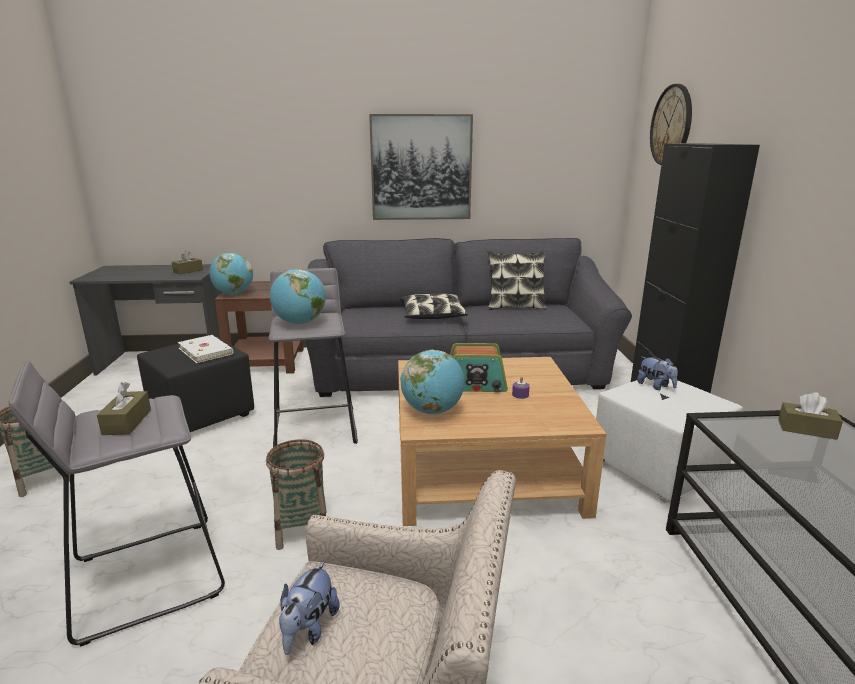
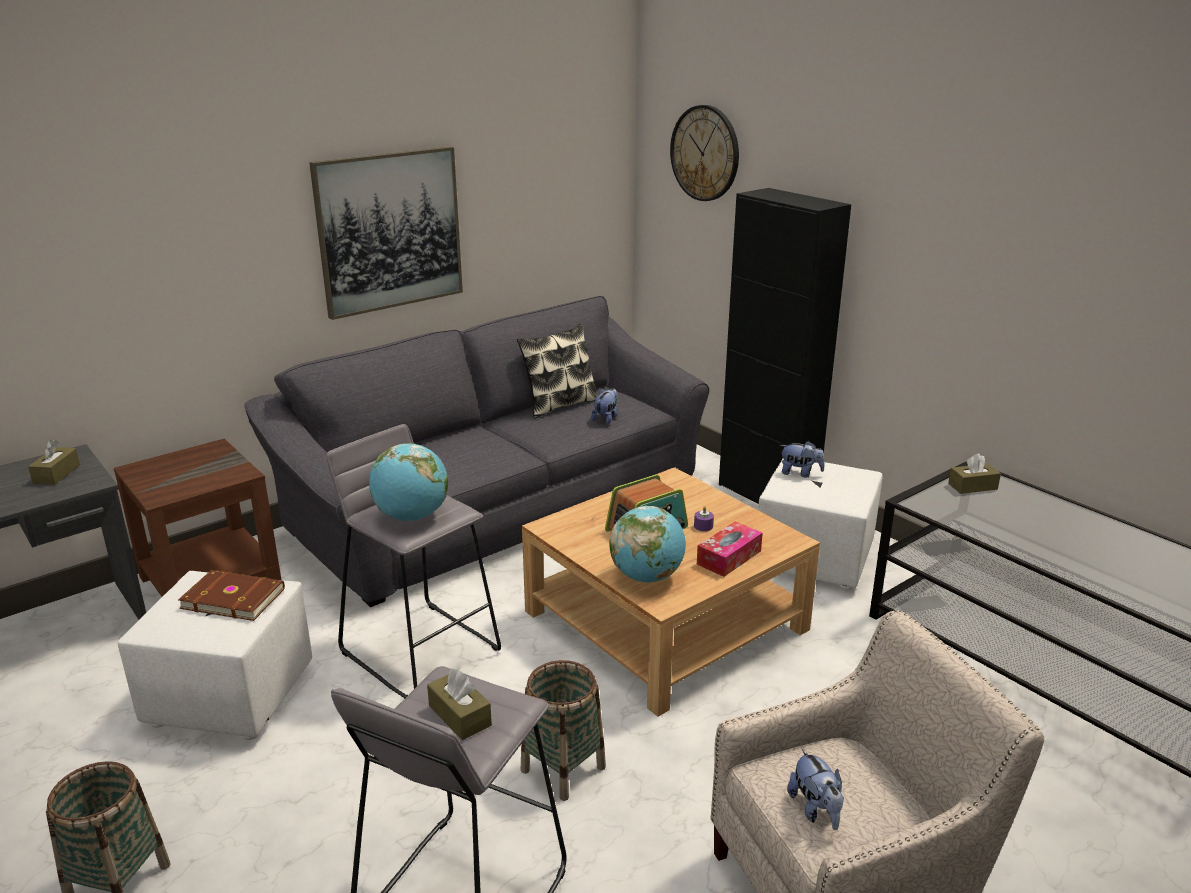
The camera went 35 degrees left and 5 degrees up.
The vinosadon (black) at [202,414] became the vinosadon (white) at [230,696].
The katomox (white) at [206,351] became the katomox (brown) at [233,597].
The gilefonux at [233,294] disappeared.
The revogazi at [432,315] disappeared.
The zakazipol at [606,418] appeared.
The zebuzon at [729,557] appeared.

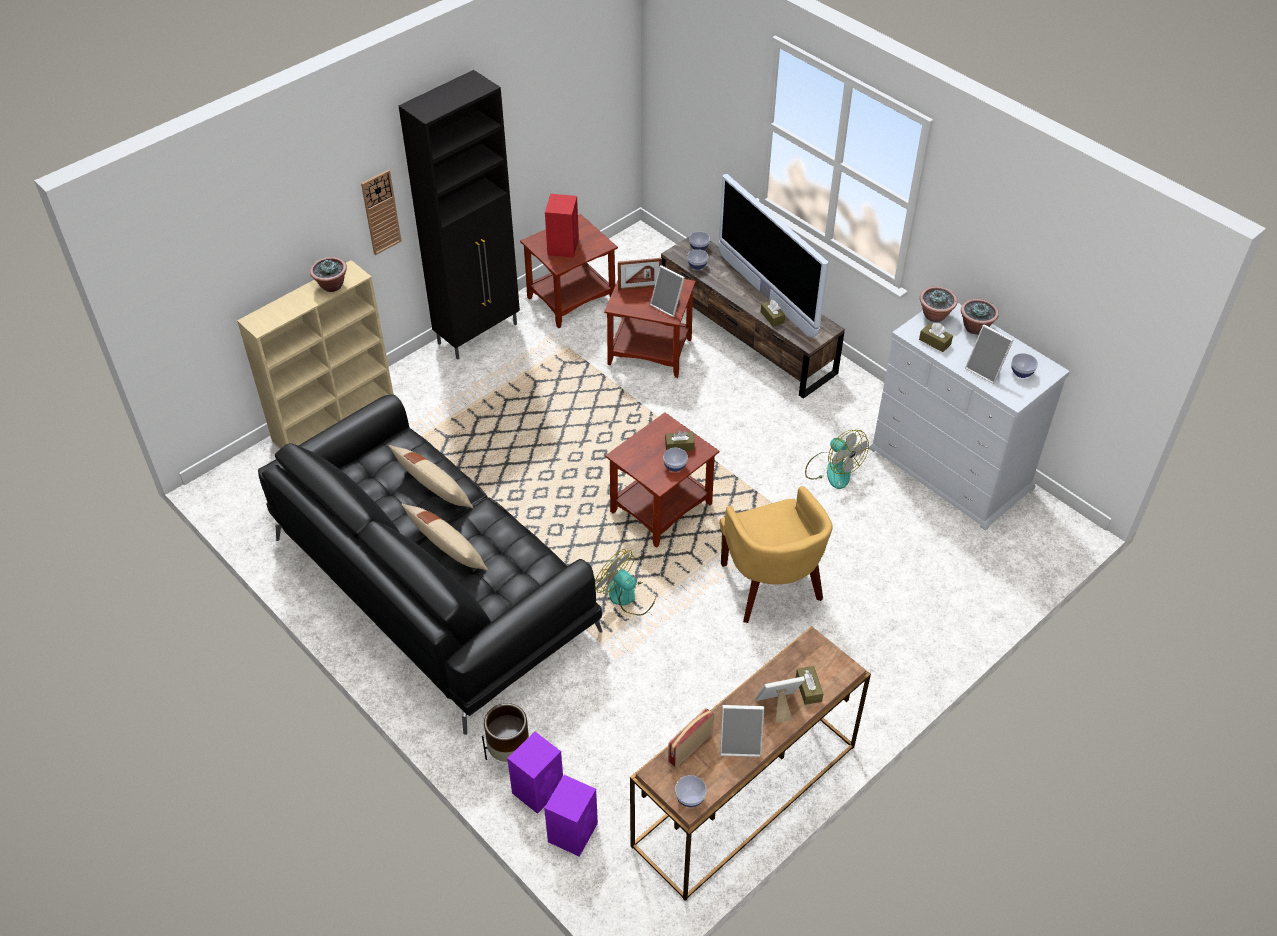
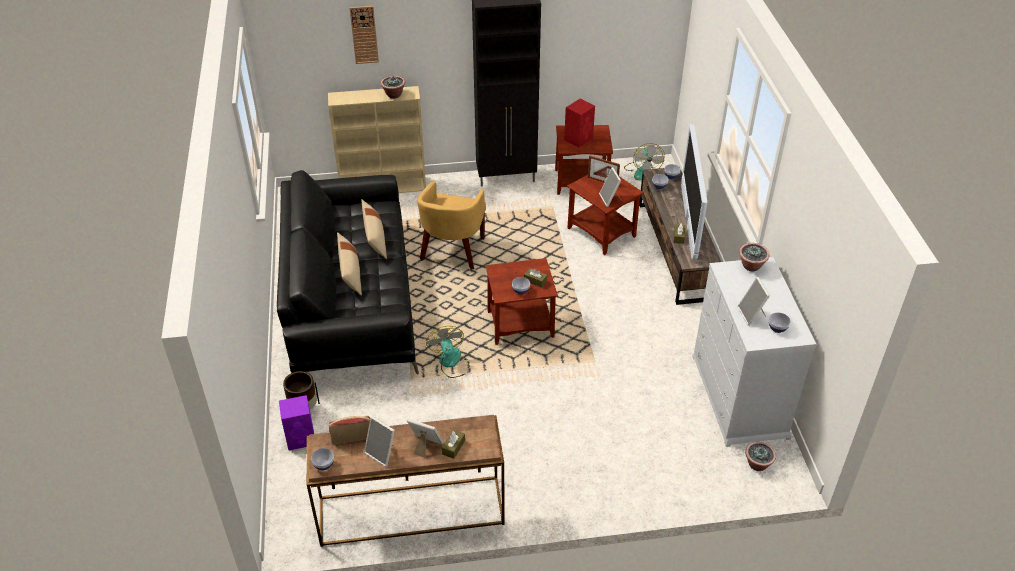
The camera went 35 degrees right and 5 degrees down.
The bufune moved from [381,212] to [364,34].
The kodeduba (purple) at [573,831] disappeared.
The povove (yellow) moved from [771,586] to [452,251].
The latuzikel moved from [833,470] to [642,171].
The zebuzon (brown) at [934,342] disappeared.
The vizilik moved from [975,328] to [757,464].

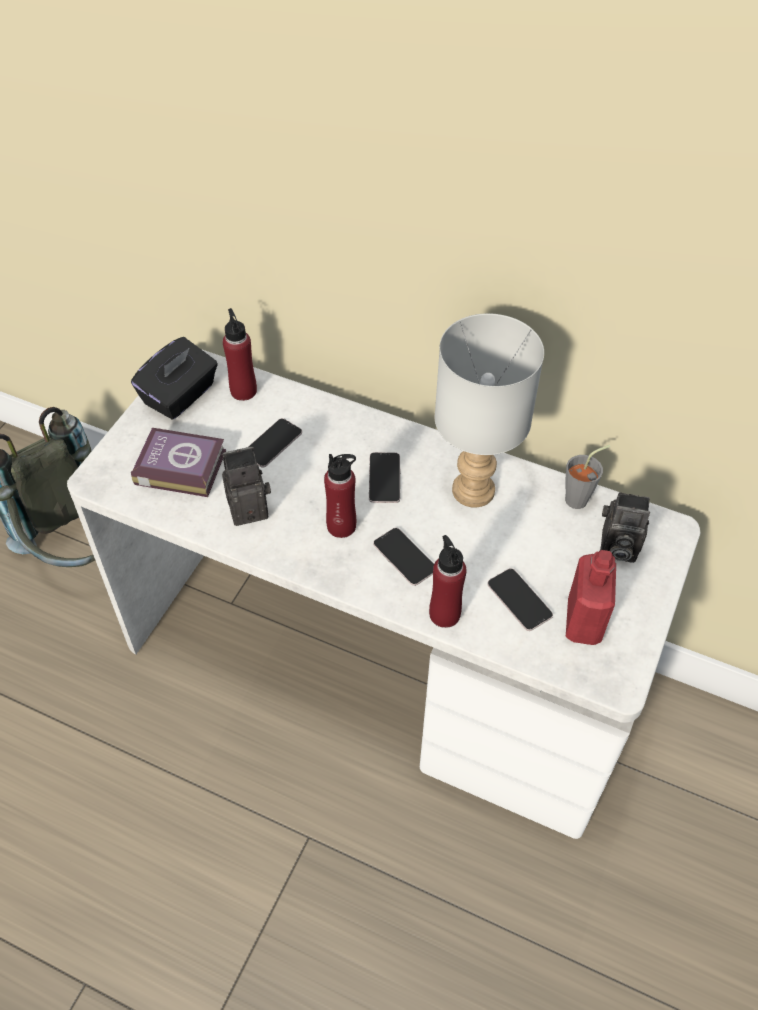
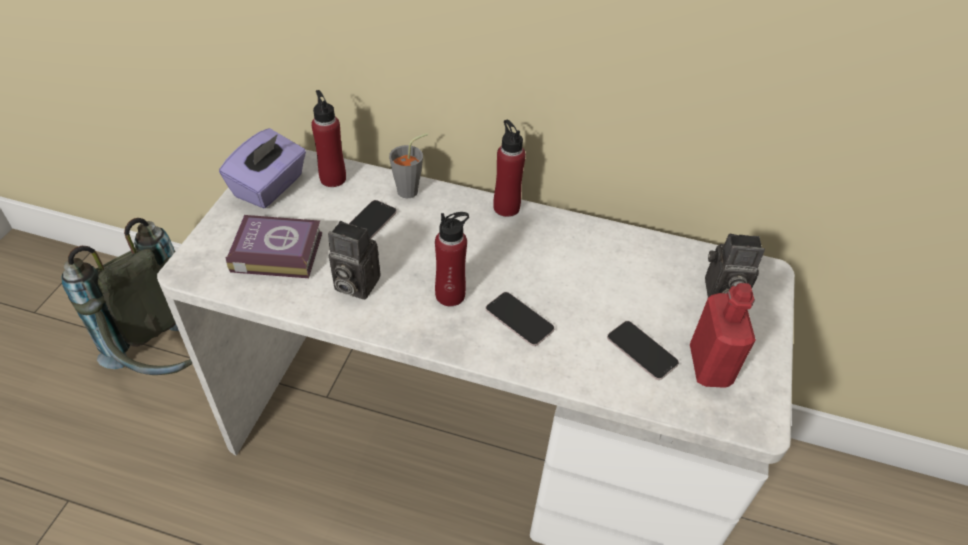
The camera went 10 degrees left and 5 degrees down.
The zebuzon (black) at [180,396] became the zebuzon (purple) at [269,187].
The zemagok at [250,507] turned 135 degrees counterclockwise.
The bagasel at [384,478] disappeared.
The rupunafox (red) moved from [444,614] to [506,207].
The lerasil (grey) at [472,489] disappeared.
The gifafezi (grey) moved from [581,498] to [412,190].

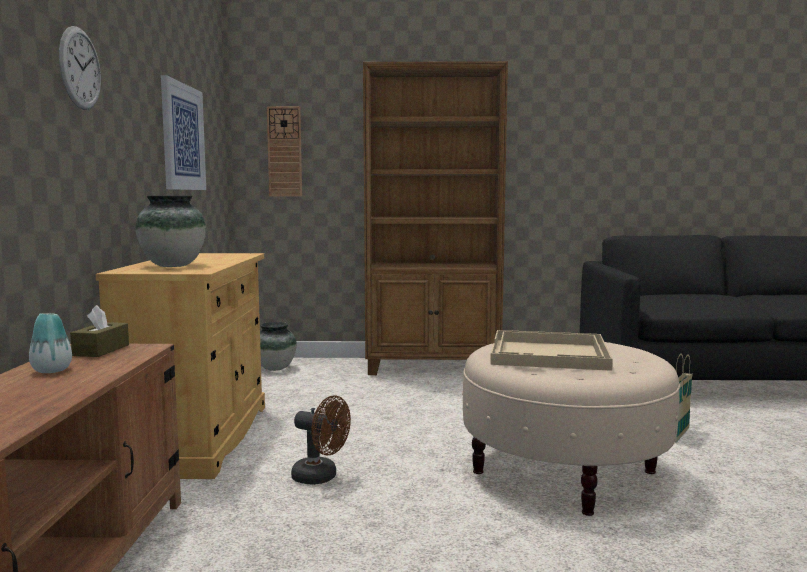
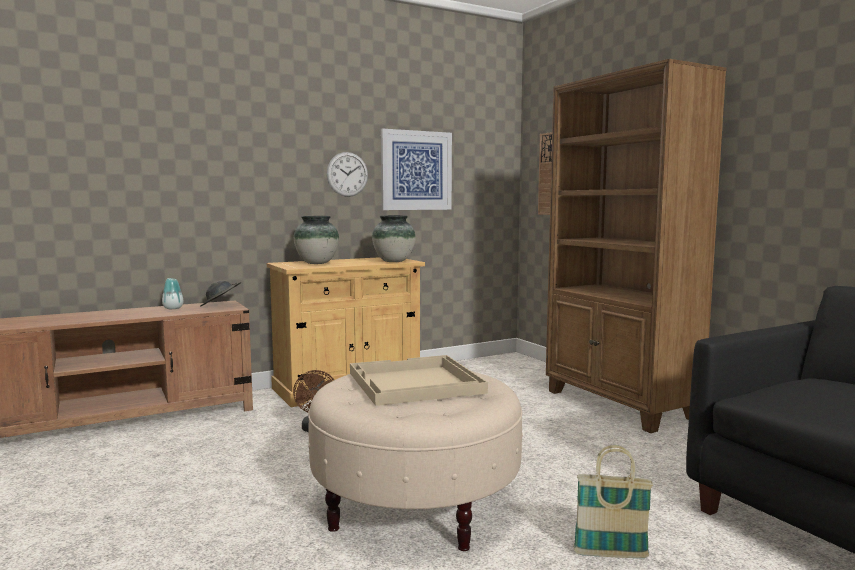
The camera went 60 degrees right and 0 degrees up.
The bufune moved from [80,68] to [347,174].
The zebuzon (brown) at [101,350] was replaced by the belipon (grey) at [221,305].
The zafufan moved from [275,368] to [394,261].

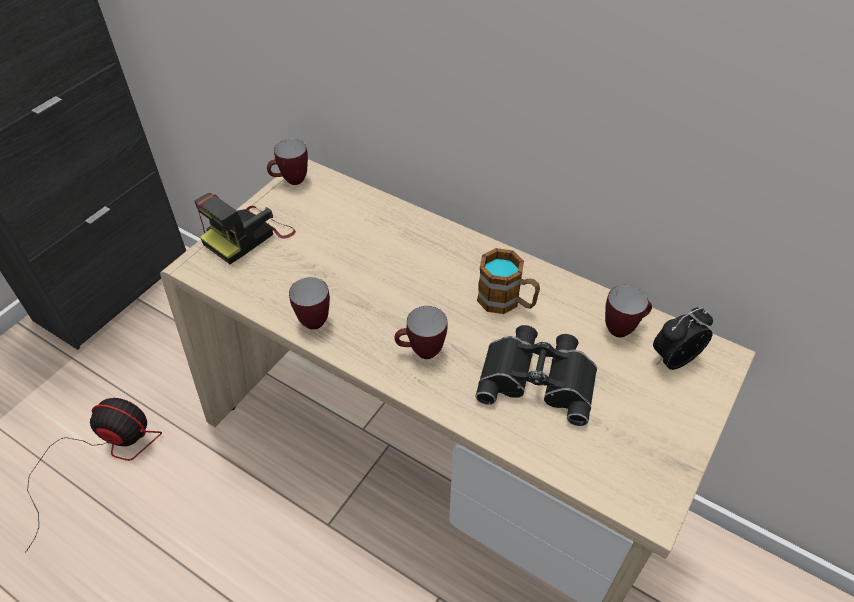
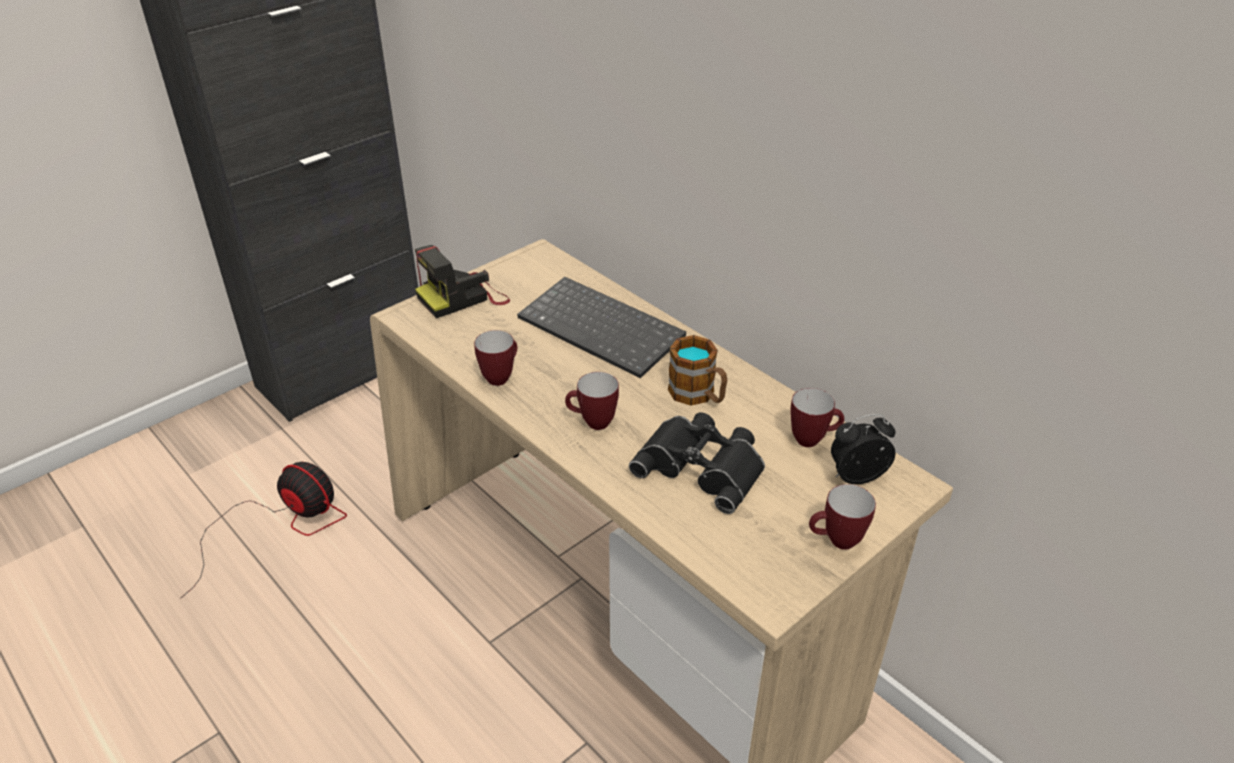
The camera went 15 degrees right and 10 degrees down.
The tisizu moved from [291,181] to [836,542].
The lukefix at [604,329] appeared.

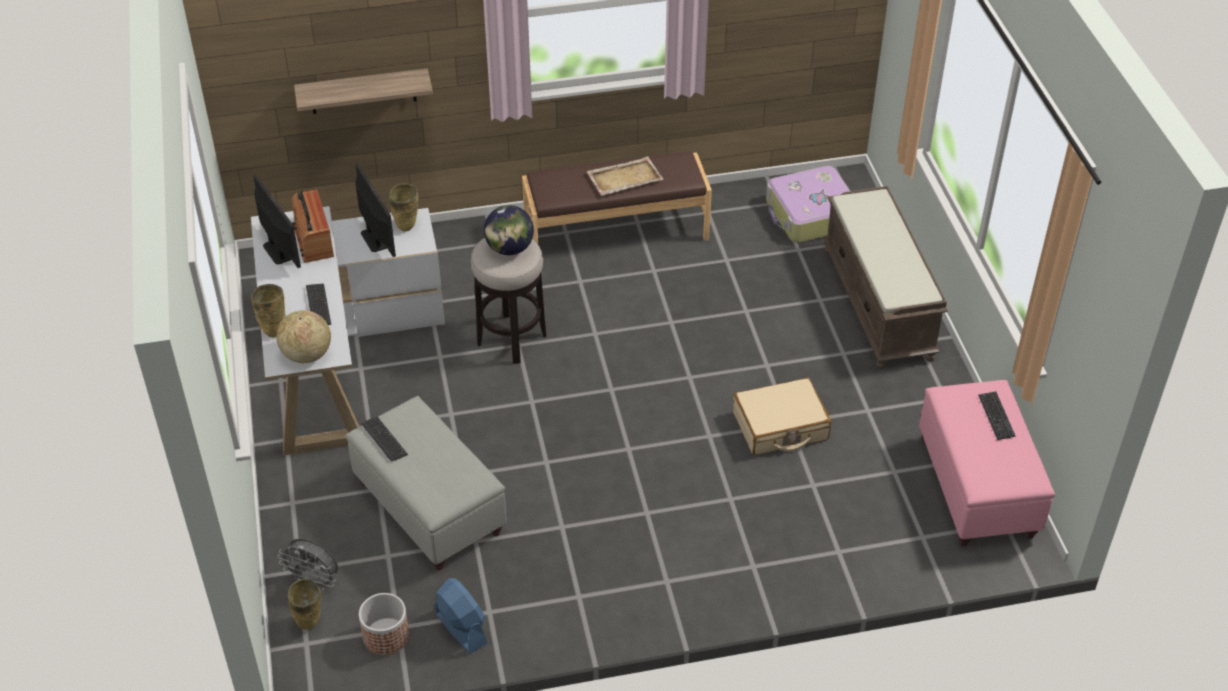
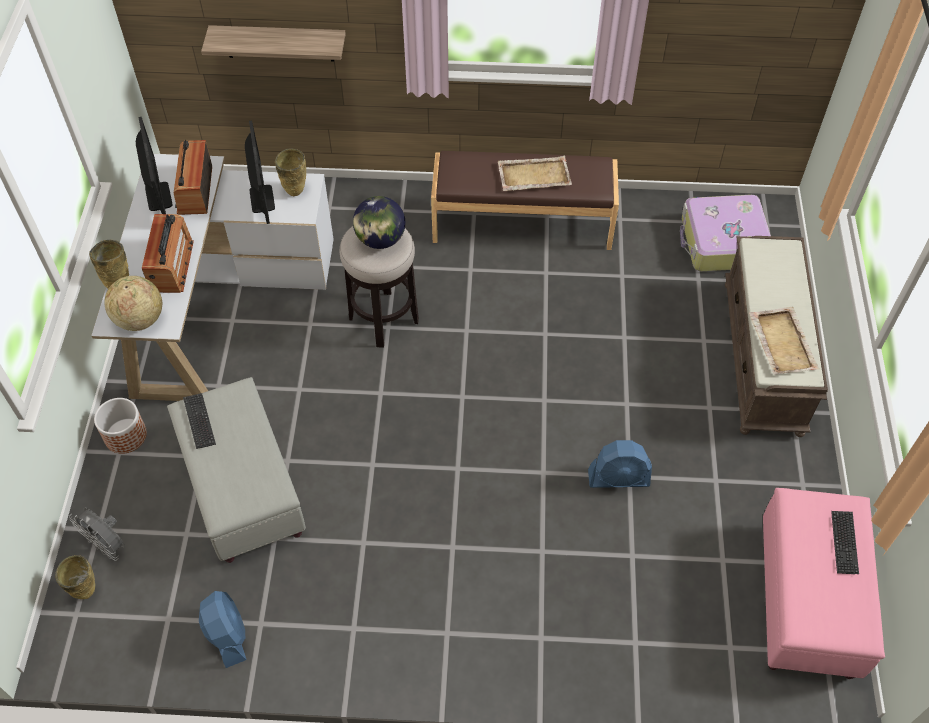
The camera went 15 degrees right and 10 degrees up.
The lukefix at [318,306] was replaced by the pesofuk at [172,266].
The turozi moved from [386,637] to [125,436].
The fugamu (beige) at [780,426] was replaced by the latuzikel (blue) at [619,478].
The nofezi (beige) at [782,342] appeared.

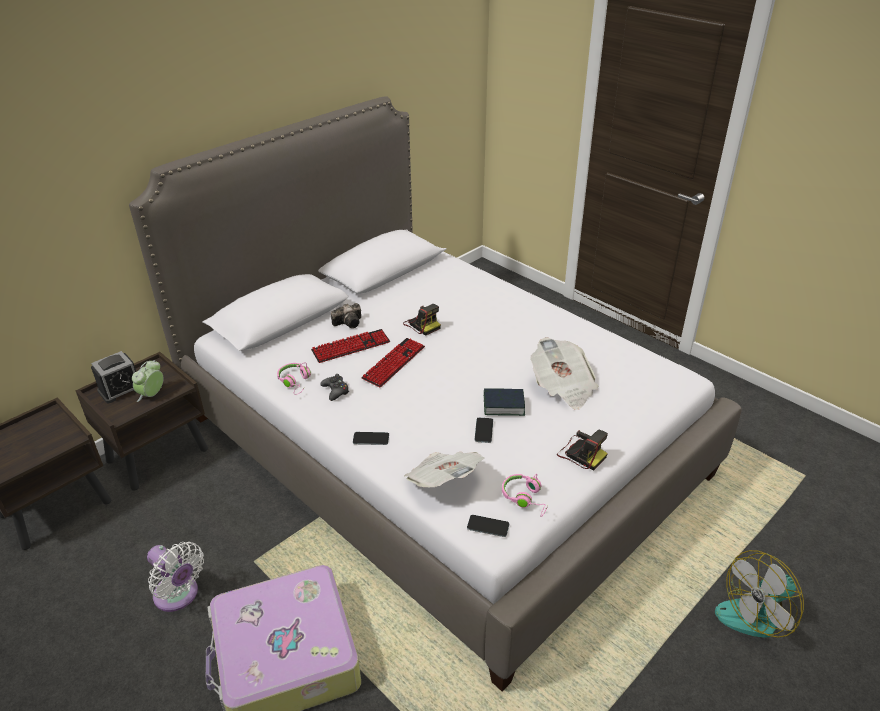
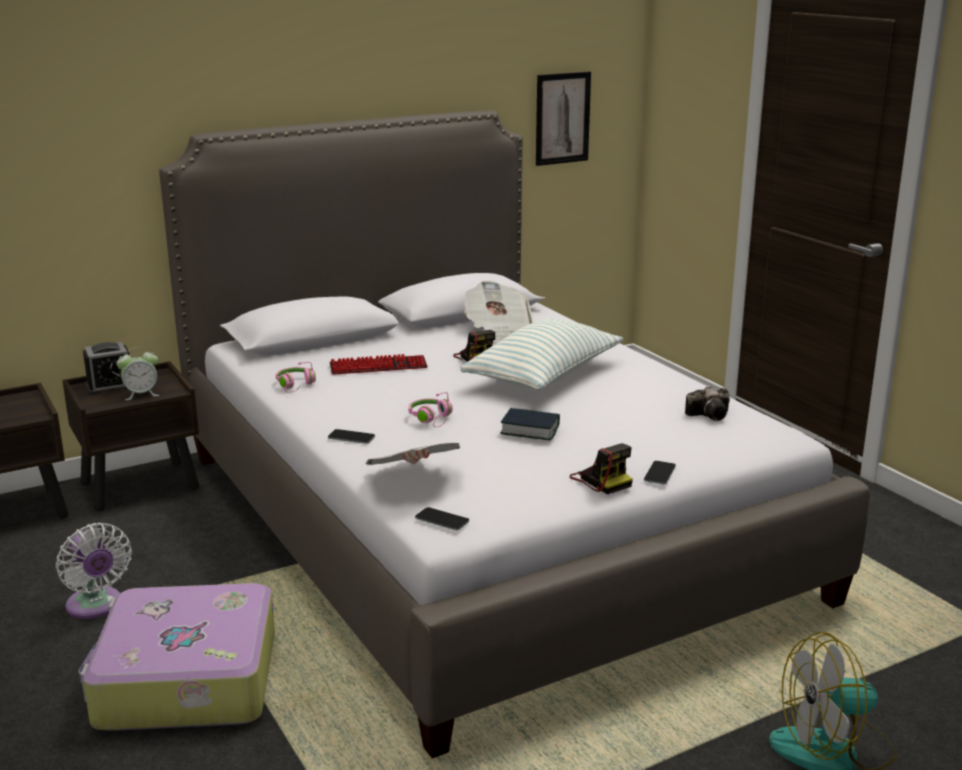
The camera went 15 degrees right and 15 degrees down.
The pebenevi at [152,395] turned 150 degrees counterclockwise.
The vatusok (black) at [335,391] disappeared.
The zemagok moved from [350,322] to [711,415].
The lukefix at [394,363] disappeared.
The bagasel moved from [483,430] to [659,473].
The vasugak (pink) moved from [525,498] to [432,419].
The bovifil moved from [563,387] to [498,331].
The revogazi at [543,376] appeared.
The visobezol at [562,118] appeared.

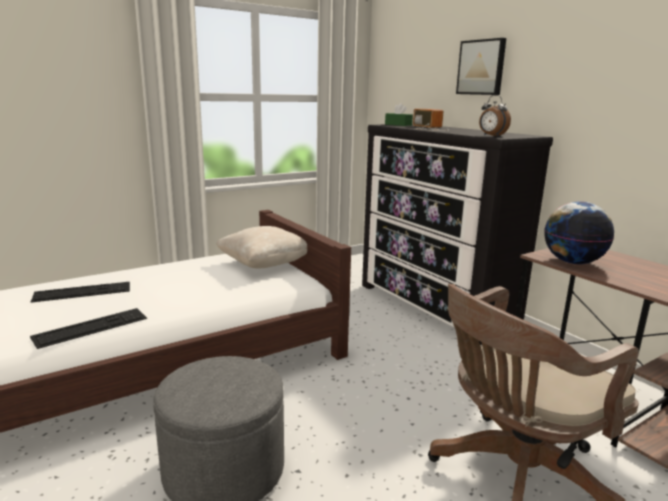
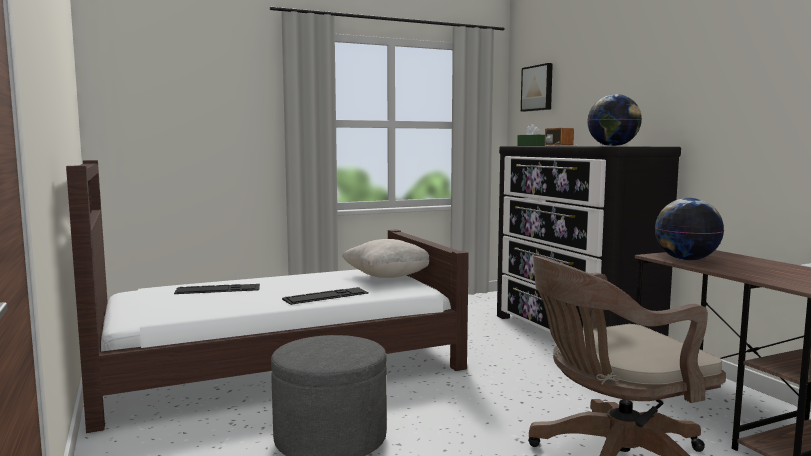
The camera went 10 degrees right and 10 degrees down.
The lukefix moved from [91,327] to [326,296].
The visobezol moved from [481,67] to [538,88].
The pebenevi at [491,136] was replaced by the gilefonux at [613,146].

